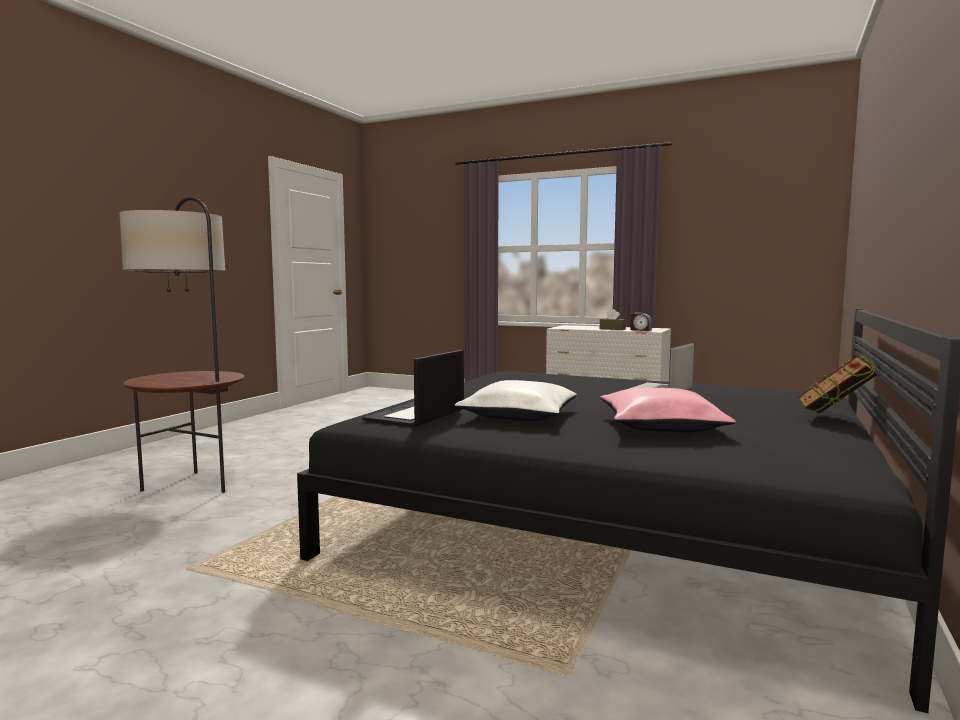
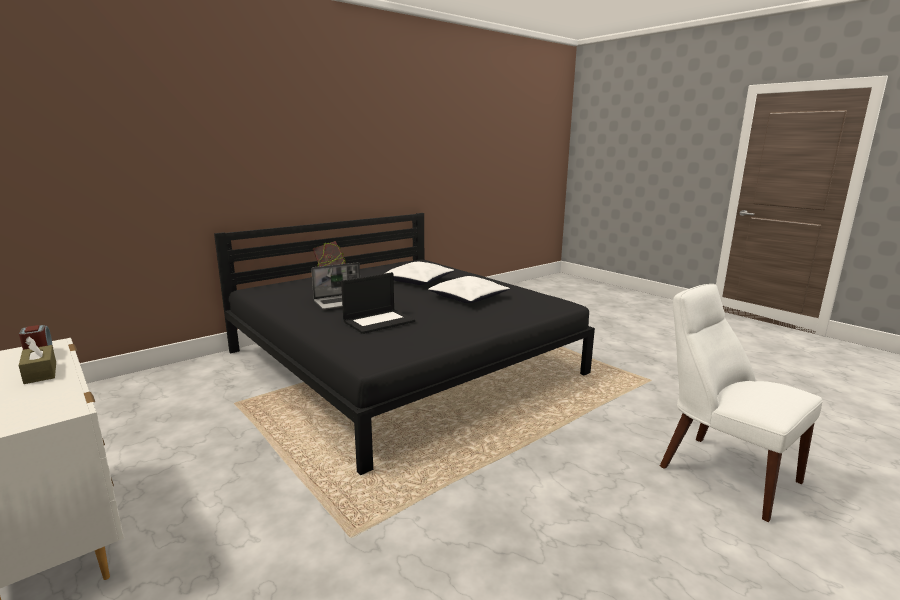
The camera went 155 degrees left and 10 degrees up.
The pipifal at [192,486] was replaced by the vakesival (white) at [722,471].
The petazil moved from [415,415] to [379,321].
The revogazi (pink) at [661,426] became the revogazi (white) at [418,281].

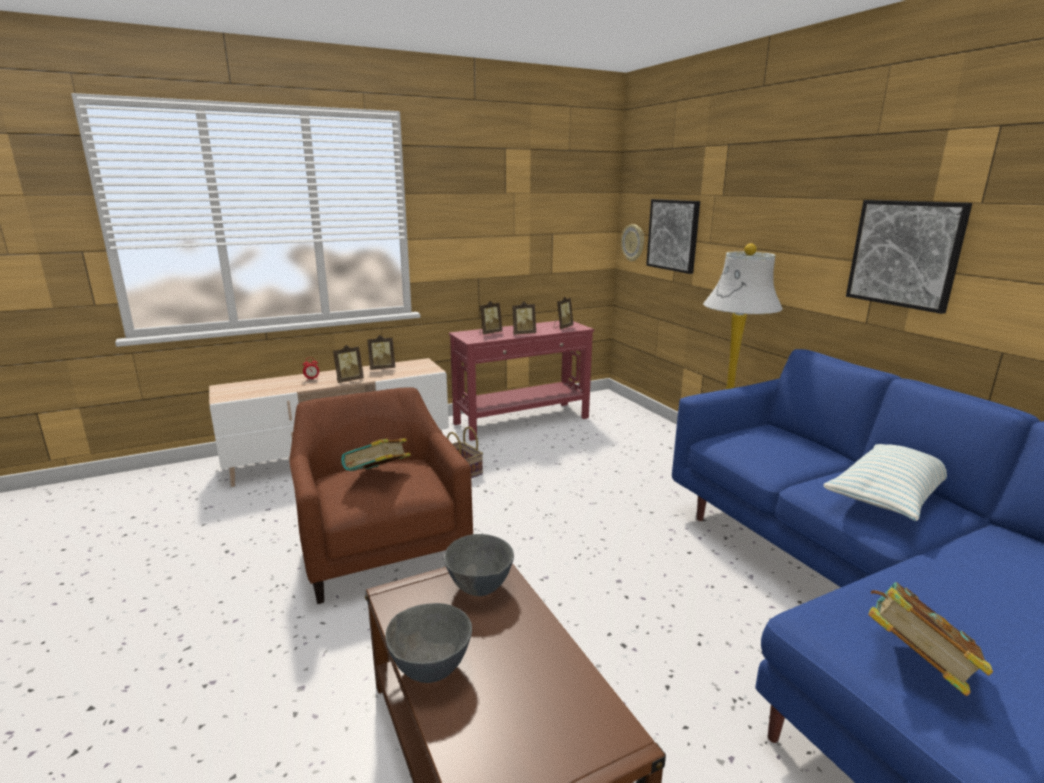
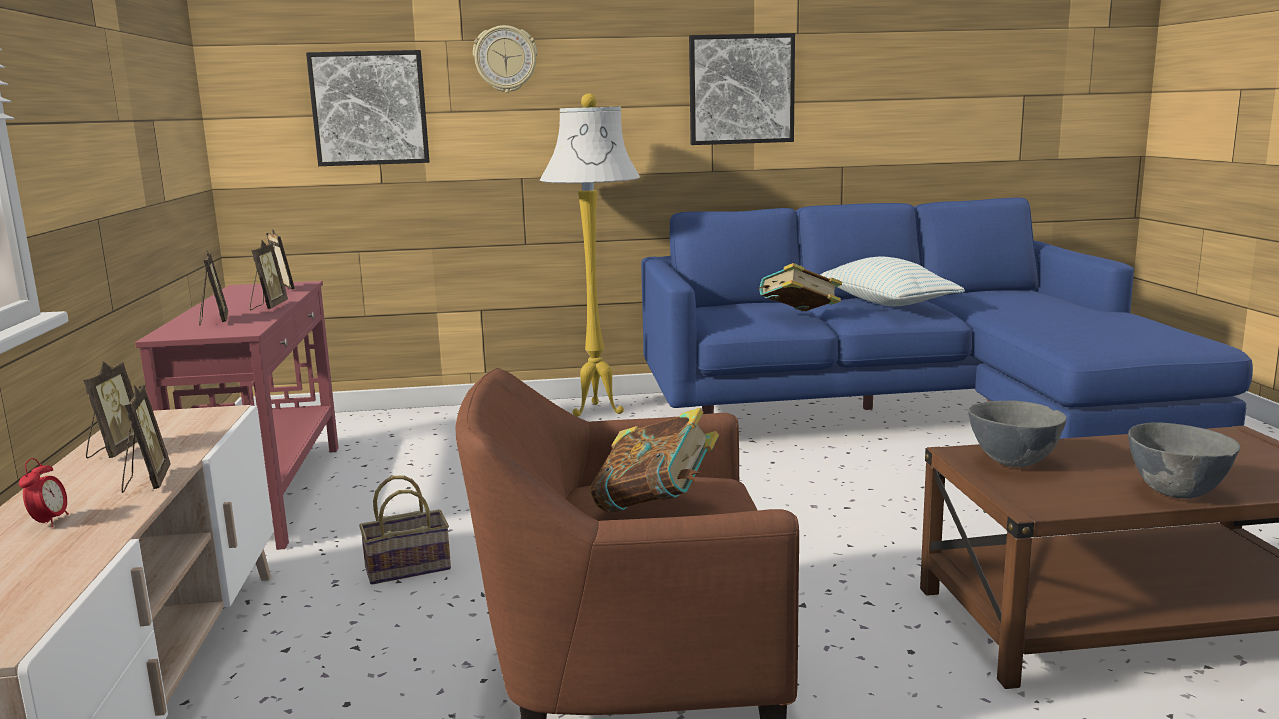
The camera went 70 degrees left and 5 degrees down.
The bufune moved from [633,243] to [505,59].
The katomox moved from [915,665] to [798,316].

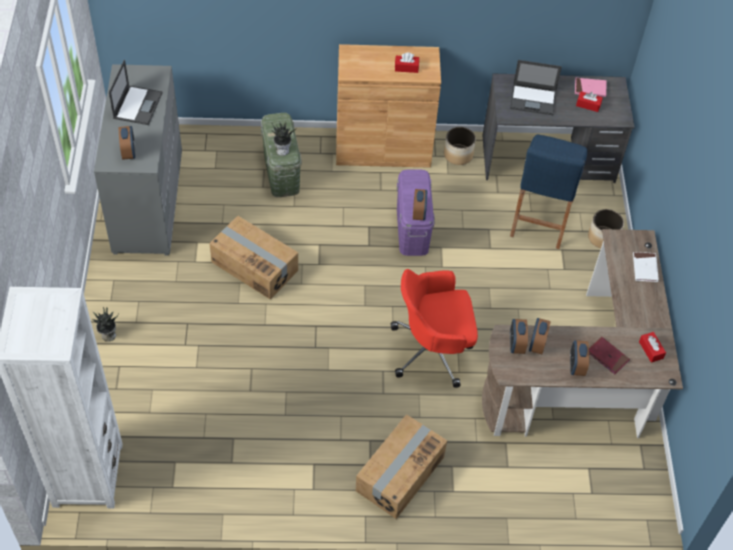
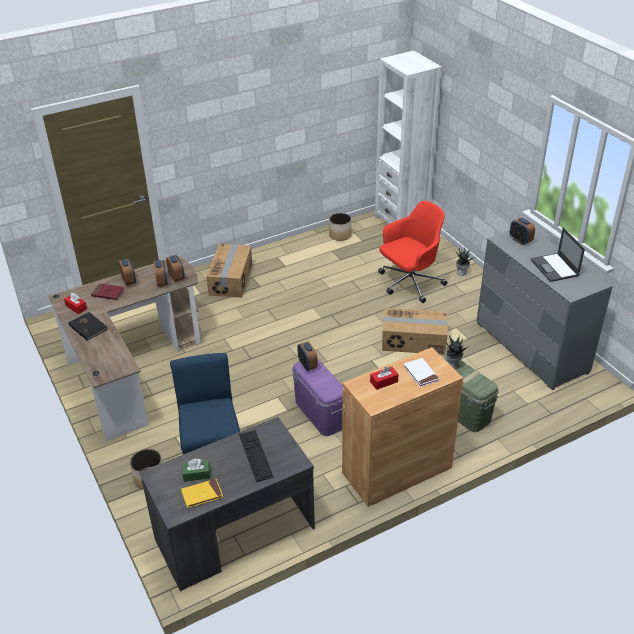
The camera went 155 degrees right and 15 degrees down.
The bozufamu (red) moved from [433,350] to [409,283].
The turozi moved from [458,154] to [340,235].
The petazil at [533,99] was replaced by the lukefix at [255,455].
The katomox (pink) at [590,89] became the katomox (yellow) at [202,494].
The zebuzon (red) at [588,105] became the zebuzon (green) at [196,474].
The katomox (white) moved from [645,268] to [421,374].
The katomox (black) at [88,327] appeared.

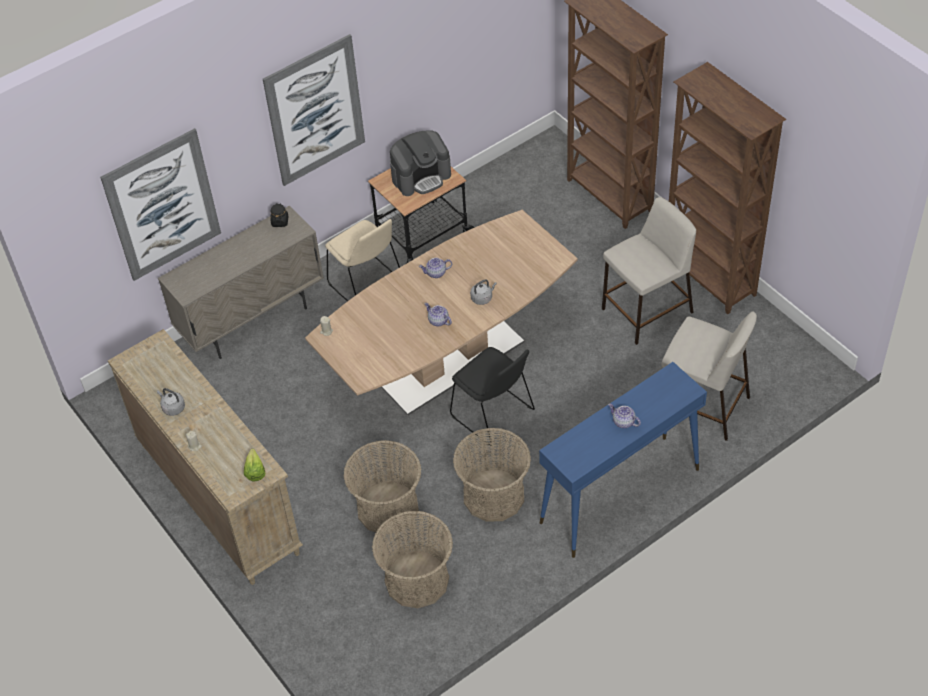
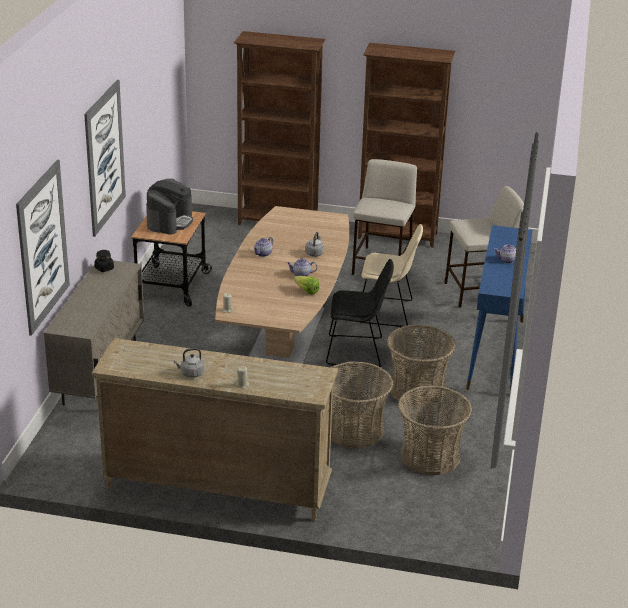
The camera went 45 degrees left and 20 degrees down.
The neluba moved from [255,469] to [305,290].
The vakesival (beige) moved from [367,284] to [387,312].

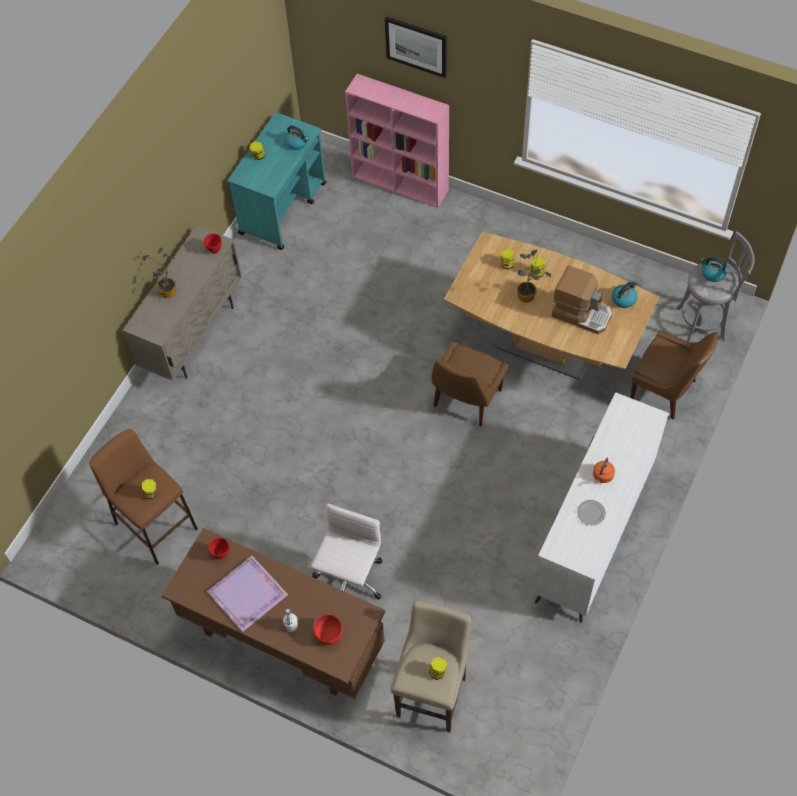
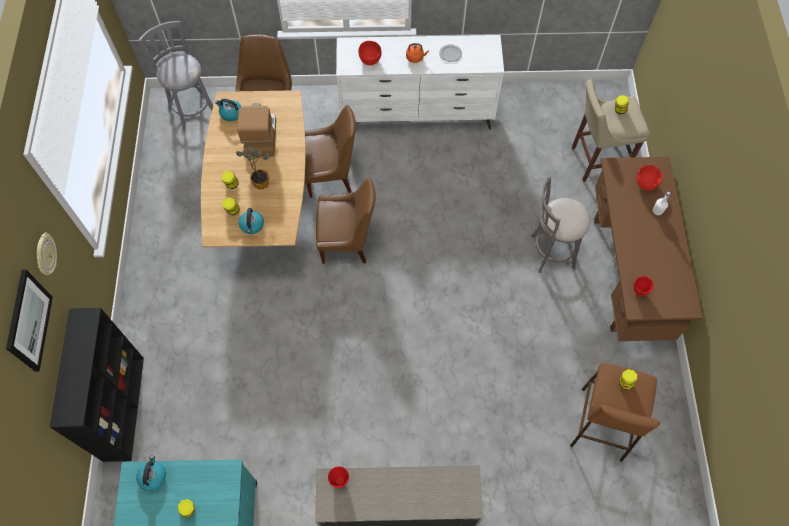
The camera went 120 degrees left and 5 degrees up.
The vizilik at [168,294] disappeared.
The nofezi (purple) at [249,594] disappeared.
The bozufamu (white) at [349,579] was replaced by the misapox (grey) at [549,252].
The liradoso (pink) at [401,183] became the liradoso (black) at [123,407].
The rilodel moved from [712,273] to [252,225].
The bufune at [45,255] appeared.
The vakesival (brown) at [330,175] appeared.
The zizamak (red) at [370,60] appeared.

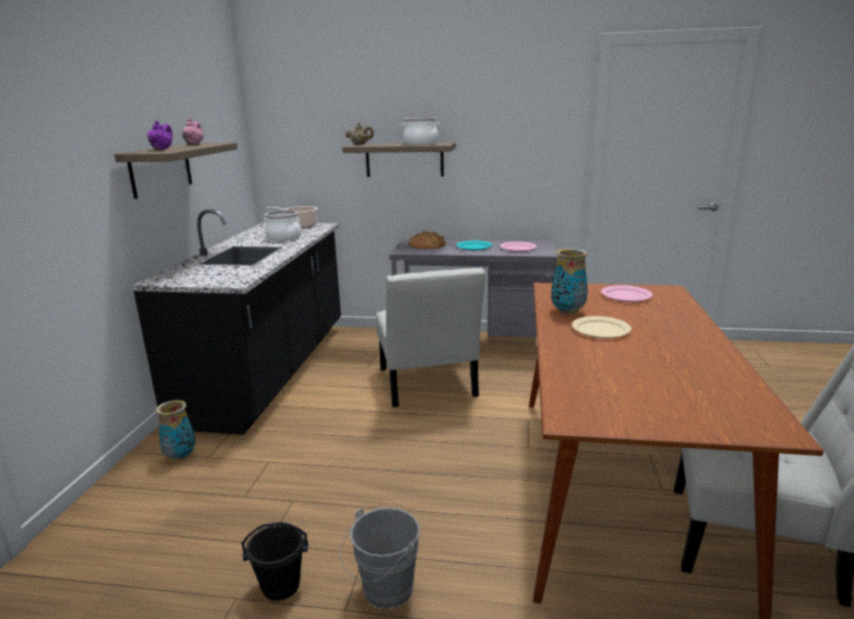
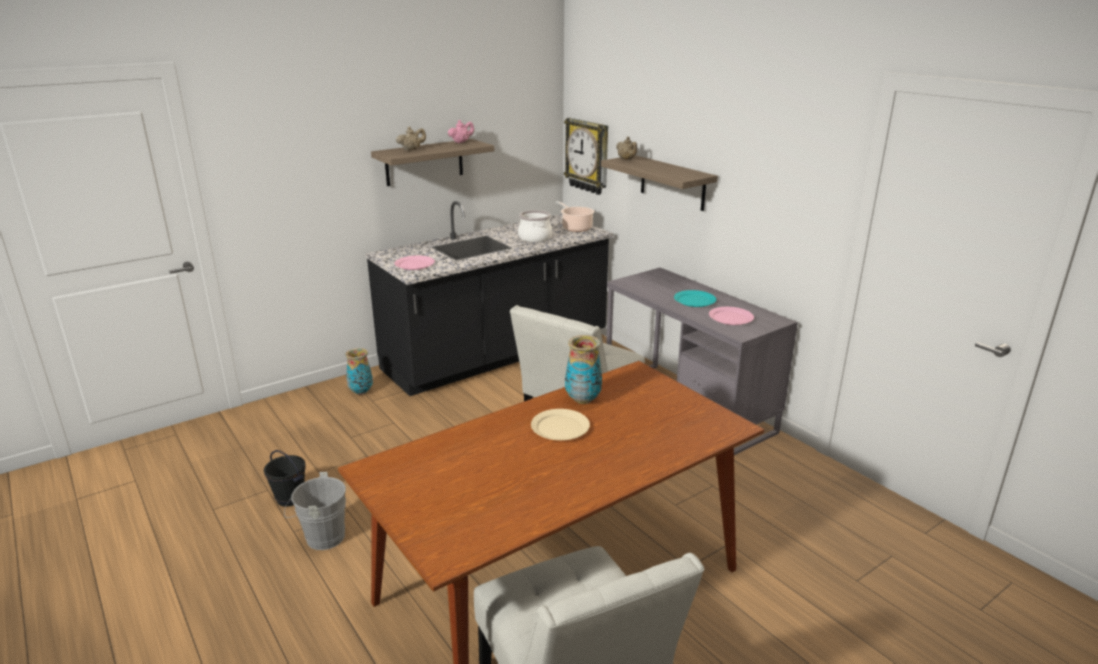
The camera went 45 degrees right and 5 degrees up.
The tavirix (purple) at [162,149] became the tavirix (beige) at [411,149].
The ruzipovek at [421,143] disappeared.
The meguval at [427,244] disappeared.
The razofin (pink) moved from [626,296] to [414,264].
The bufune at [588,156] appeared.

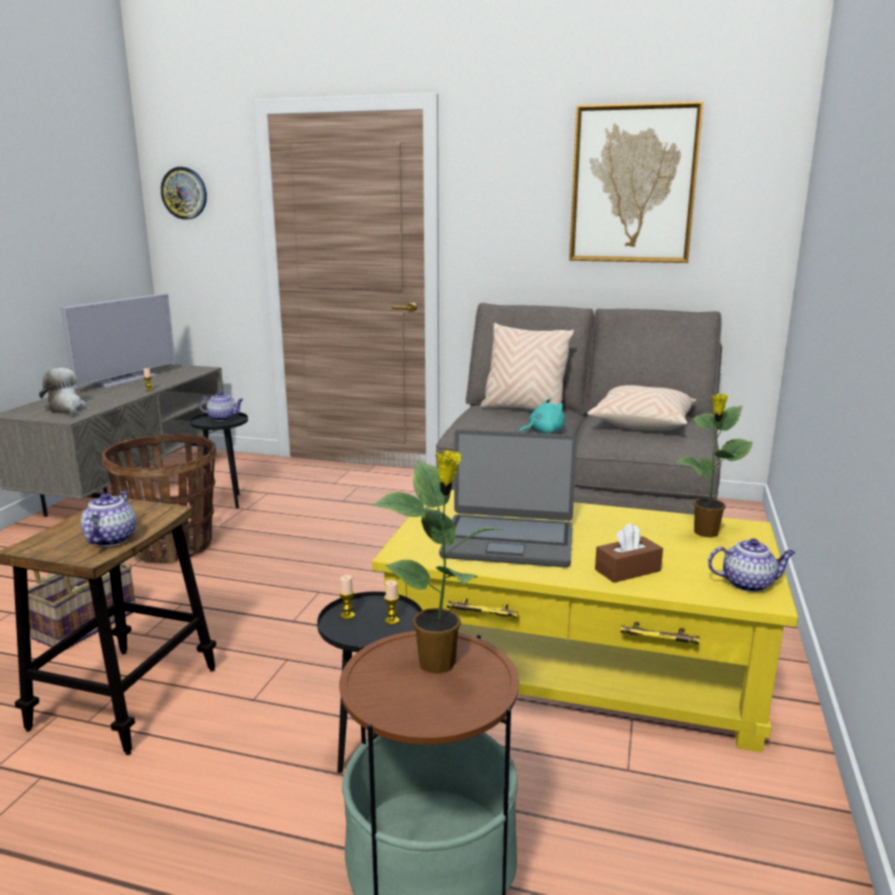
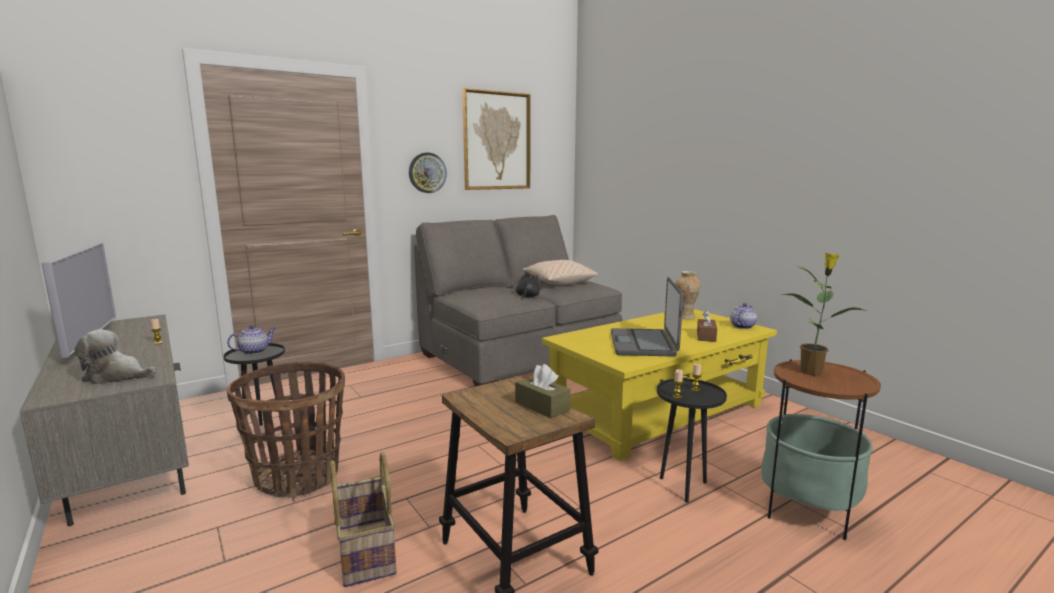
The camera went 50 degrees left and 5 degrees down.
The tavirix at [111,539] was replaced by the zebuzon (brown) at [542,406].
The bufune moved from [184,193] to [427,172].
The petazil at [508,541] turned 135 degrees clockwise.
The revogazi (beige) at [524,409] disappeared.
The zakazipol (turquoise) at [544,432] became the zakazipol (black) at [527,297].
The vizilik at [706,533] was replaced by the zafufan at [685,317].

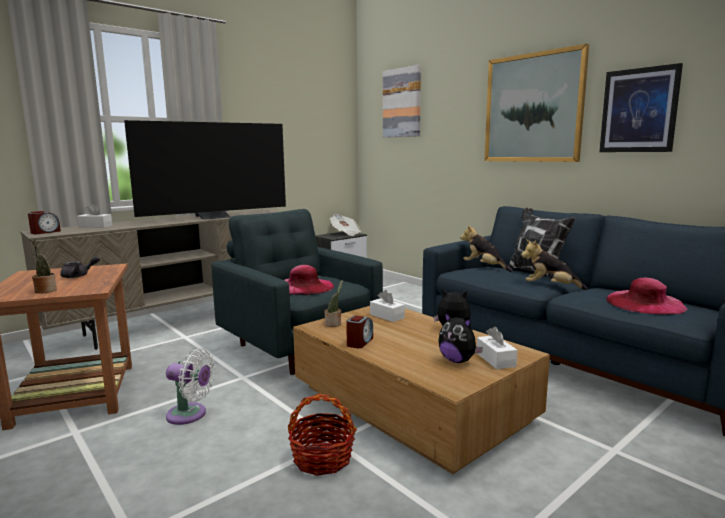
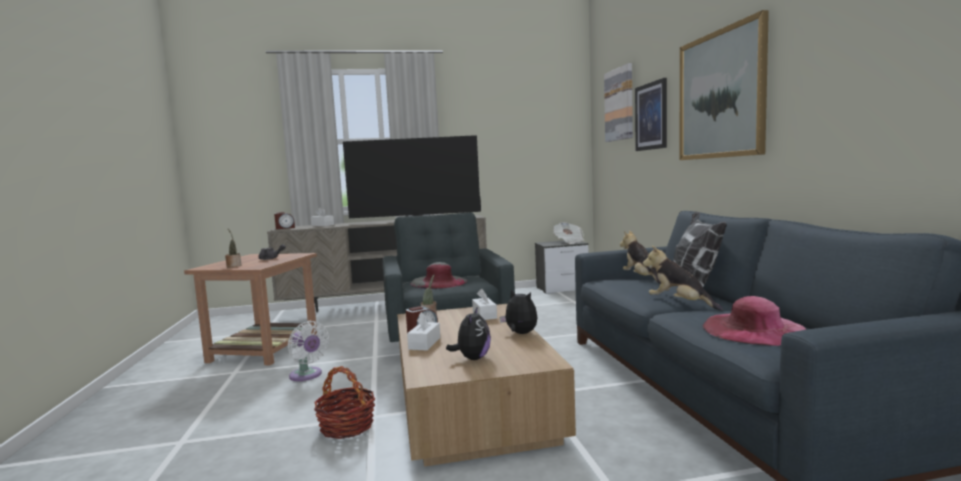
The camera went 30 degrees right and 5 degrees down.
The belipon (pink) at [303,286] became the belipon (grey) at [439,282].
The zakazipol at [457,360] turned 150 degrees counterclockwise.
The zebuzon (white) moved from [495,360] to [424,343].
The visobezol moved from [639,110] to [651,116].

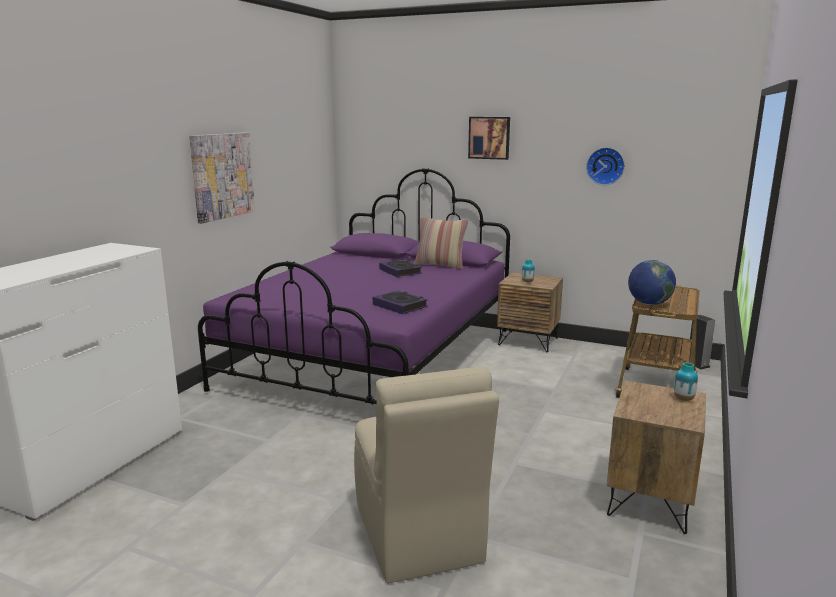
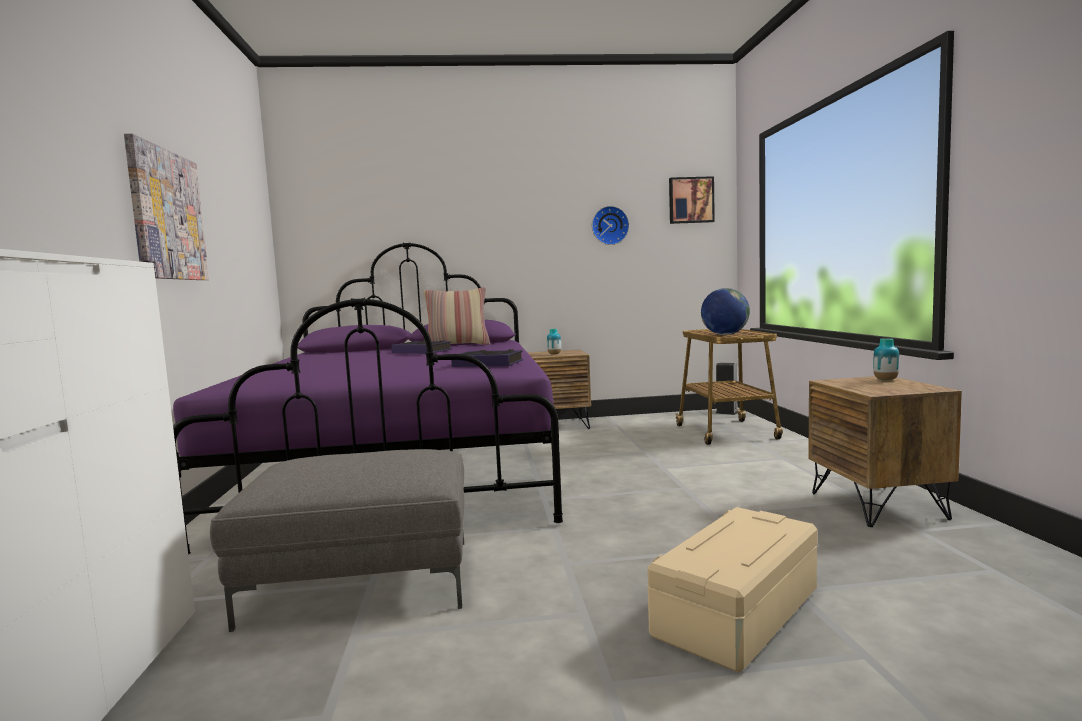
The camera went 30 degrees left and 10 degrees down.
The vakesival (beige) at [418,535] was replaced by the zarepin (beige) at [738,613].
The visobezol moved from [489,137] to [690,200].
The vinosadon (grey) at [364,580] appeared.

